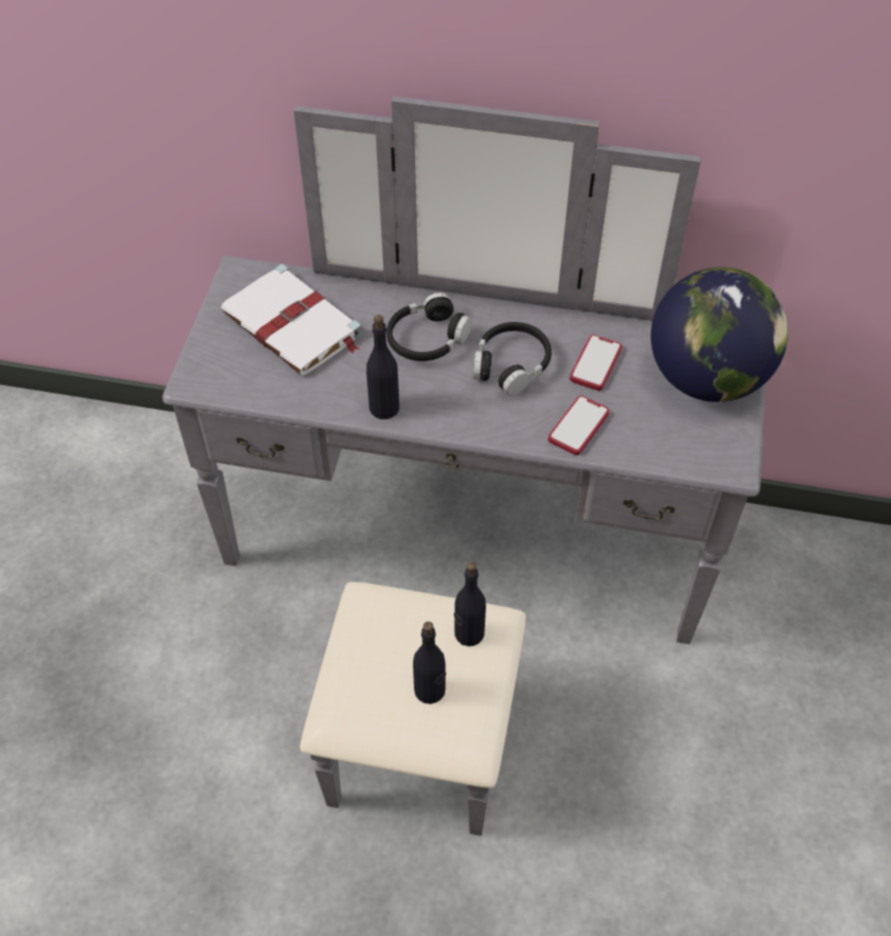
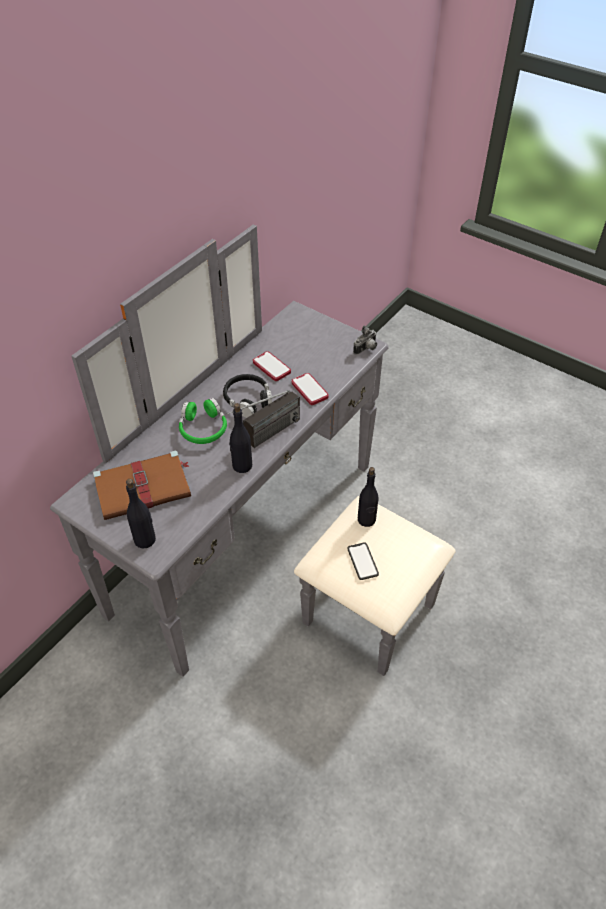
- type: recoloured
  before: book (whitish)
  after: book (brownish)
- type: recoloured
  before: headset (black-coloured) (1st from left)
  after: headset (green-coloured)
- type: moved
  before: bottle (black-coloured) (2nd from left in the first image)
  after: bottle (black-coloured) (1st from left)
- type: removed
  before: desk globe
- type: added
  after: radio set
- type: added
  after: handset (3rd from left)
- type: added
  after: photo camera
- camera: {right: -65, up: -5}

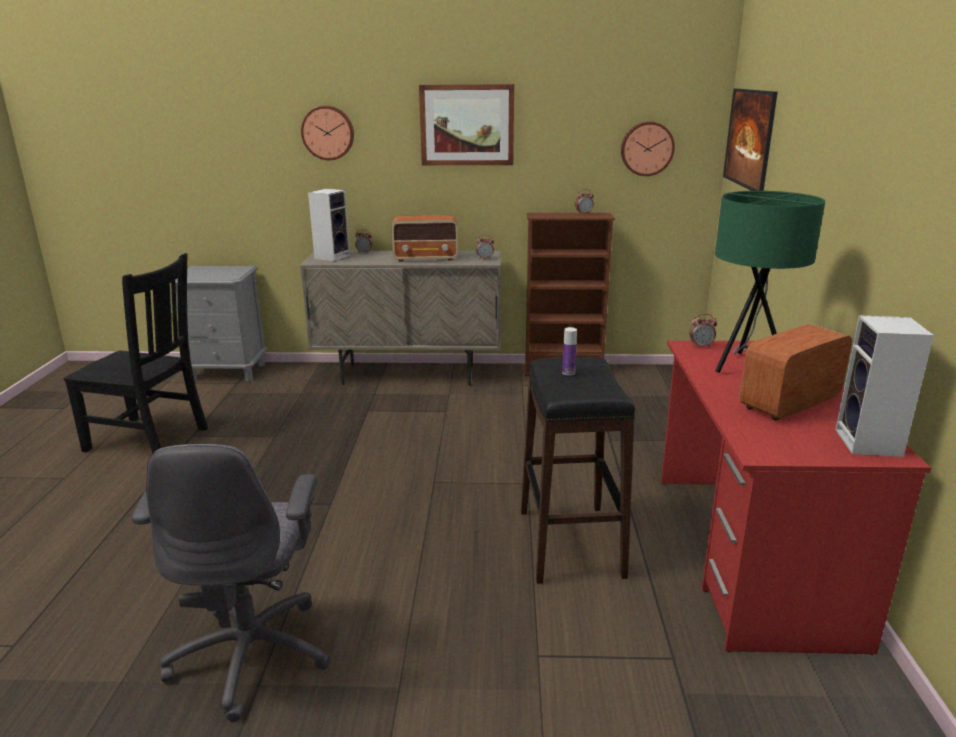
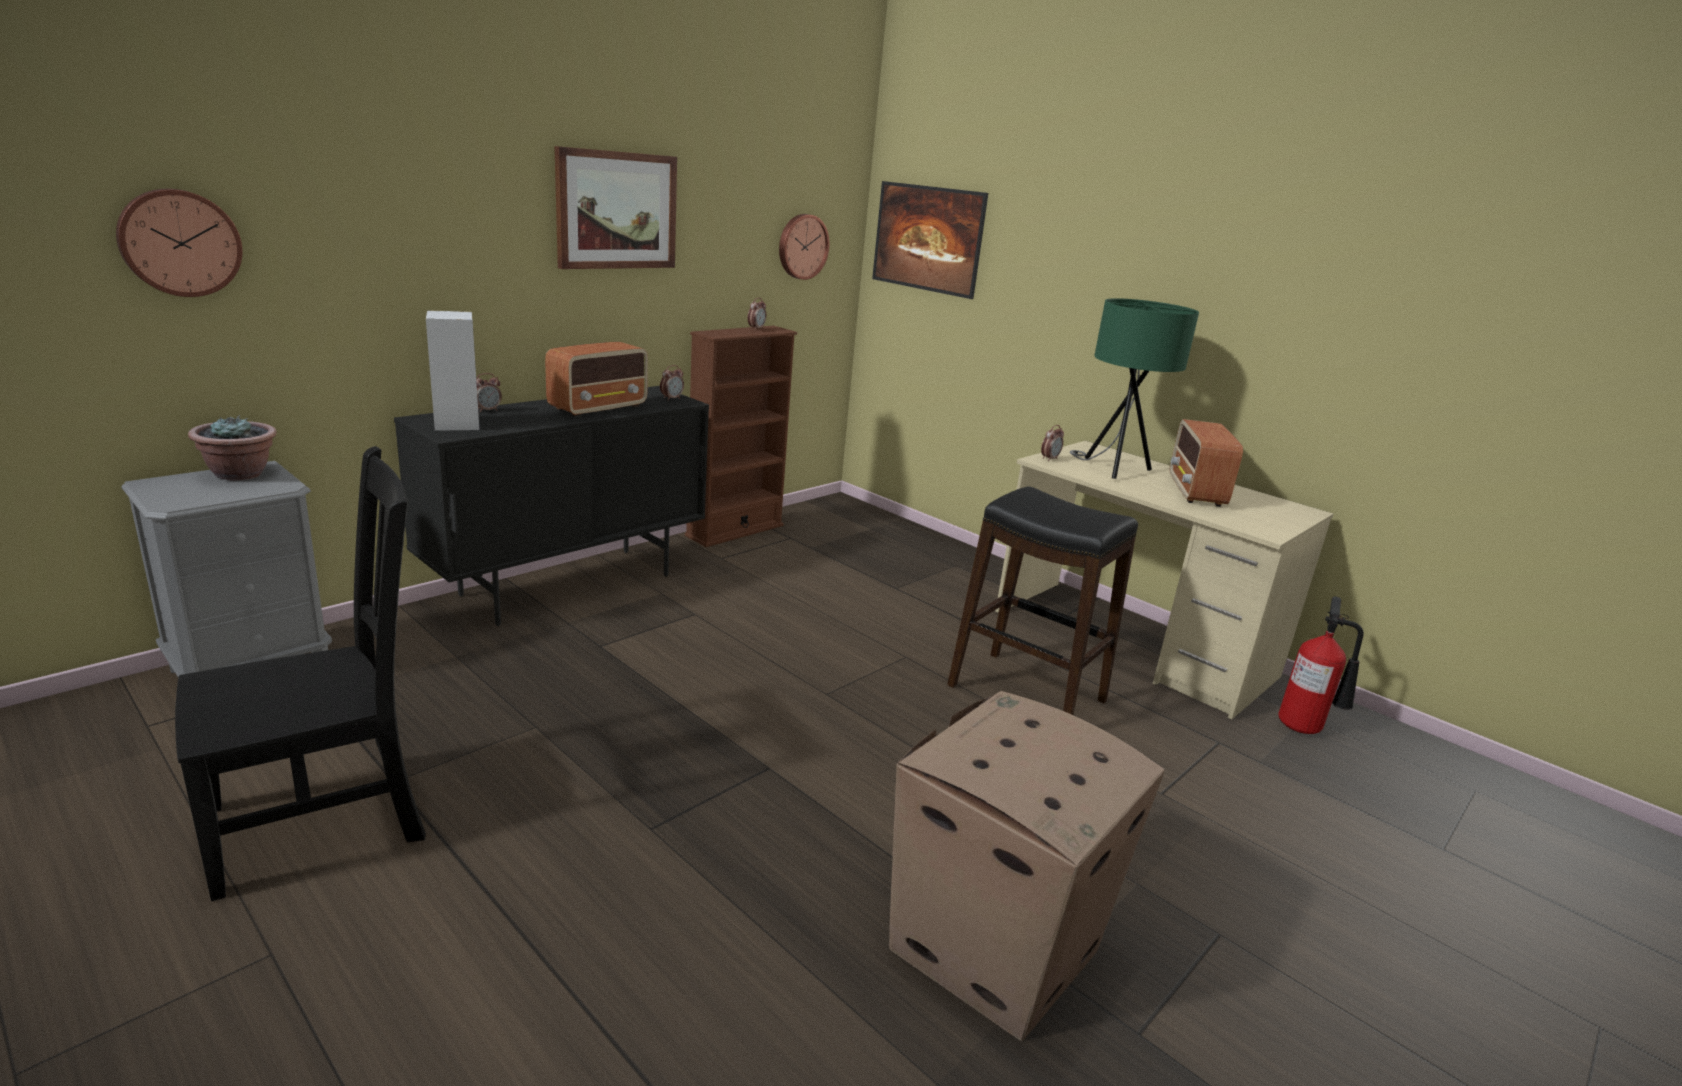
- type: replaced
  before: desk chair (gray)
  after: packing box
- type: recoloured
  before: cupboard (beige)
  after: cupboard (black-coloured)
- type: moved
  before: clock on the wall (1st from left)
- type: removed
  before: bottle
- type: recoloured
  before: desk table (red)
  after: desk table (beige)
- type: removed
  before: speaker (2nd from left)
- type: added
  after: plant in a pot
- type: added
  after: fire extinguisher
- camera: {right: -50, up: 0}

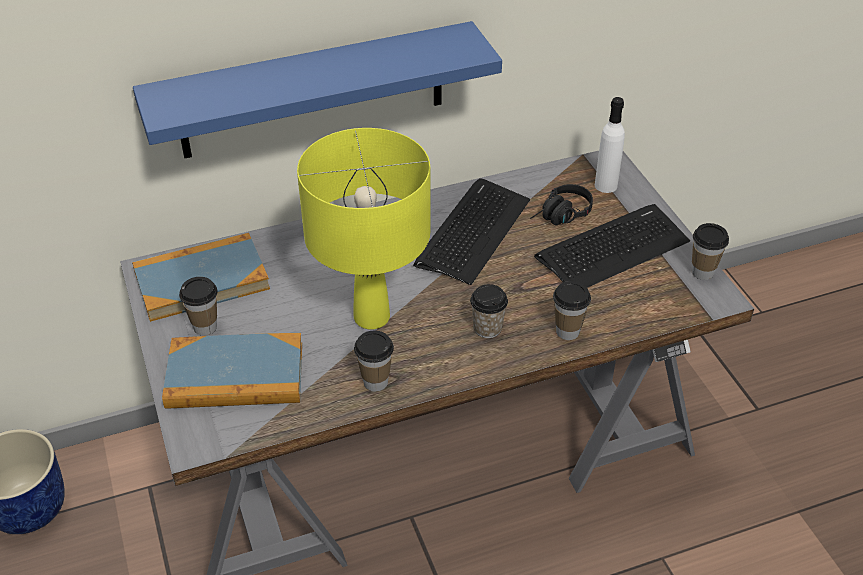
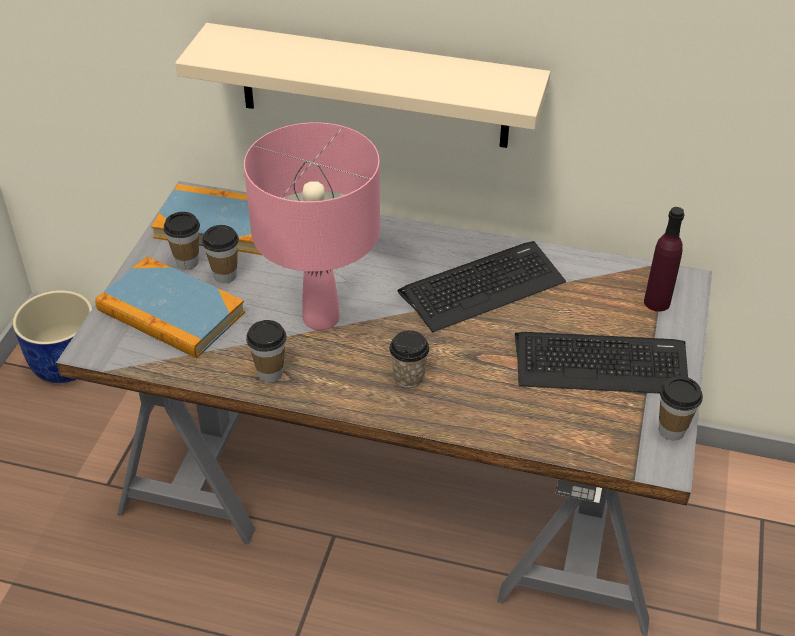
- type: recoloured
  before: shelf (blue)
  after: shelf (beige)
- type: recoloured
  before: lamp for a table (yellowish)
  after: lamp for a table (pinkish)
- type: removed
  before: headset (black-coloured)
- type: moved
  before: small cup (4th from left in the first image)
  after: small cup (2nd from left)
- type: recoloured
  before: bottle (whitish)
  after: bottle (purplish)
- camera: {right: 35, up: 0}

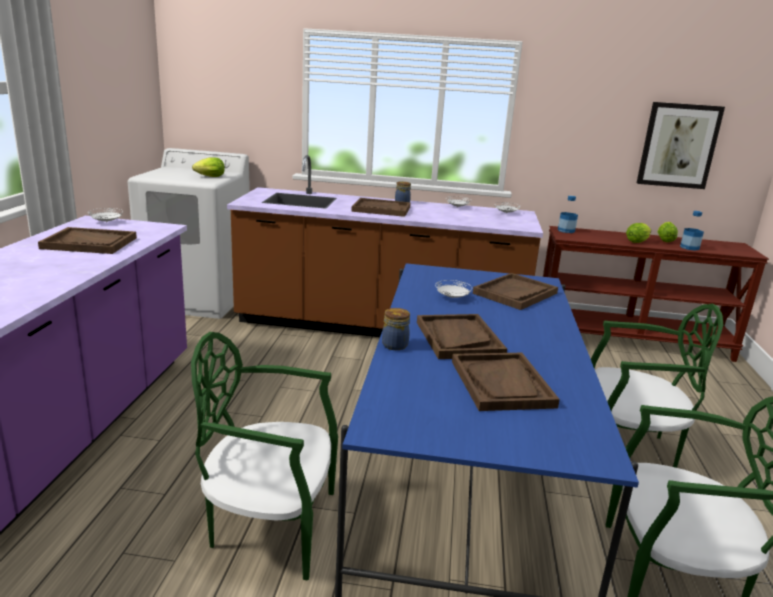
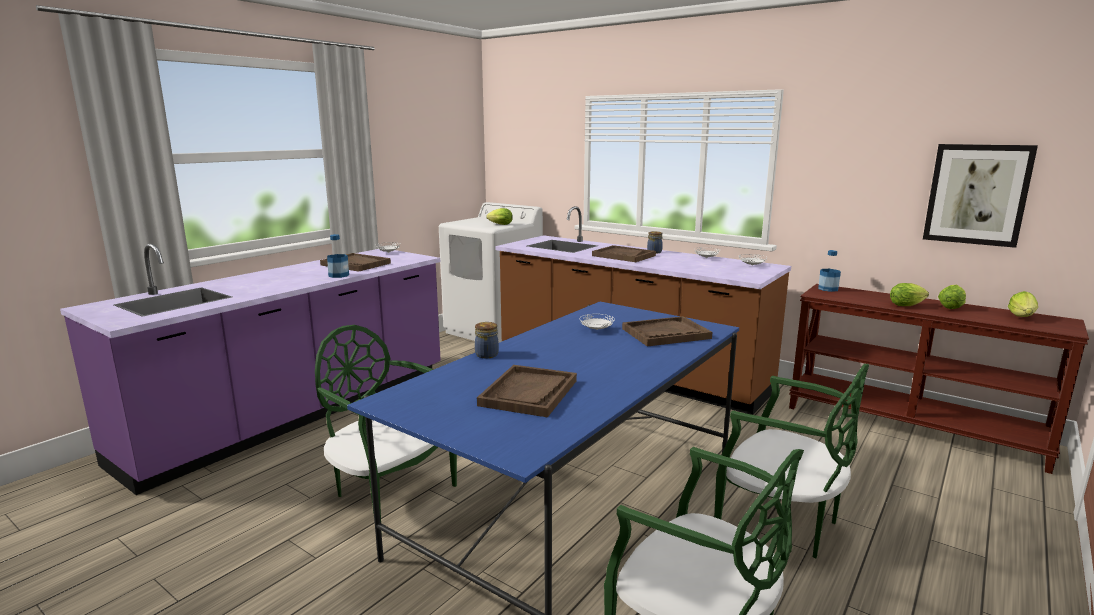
- type: removed
  before: tray (brownish) (3rd from left)
- type: moved
  before: bottle (2nd from left in the first image)
  after: bottle (1st from left)
- type: added
  after: head of lettuce (4th from left)
- camera: {right: 30, up: -5}

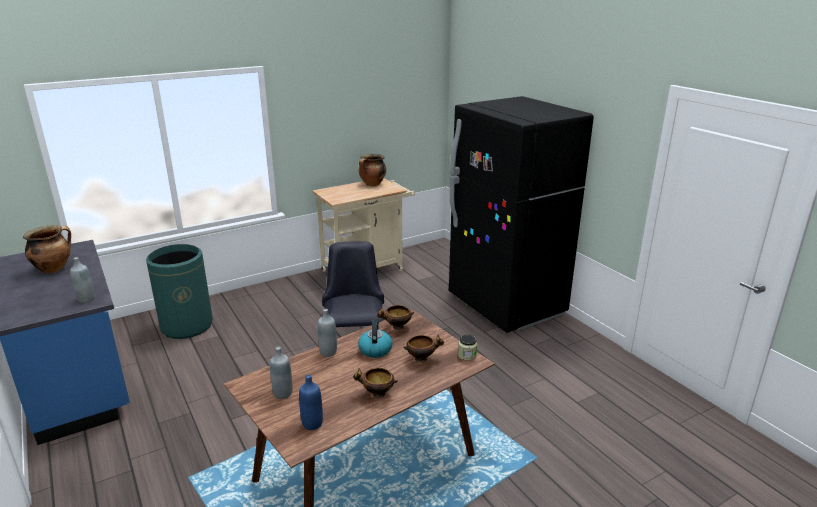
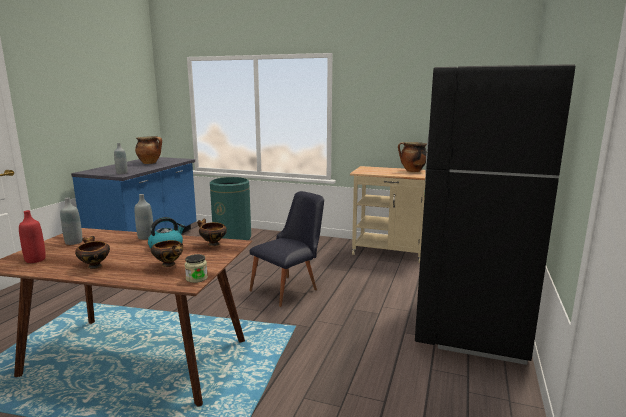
- type: recoloured
  before: bottle (blue)
  after: bottle (red)
- camera: {right: 50, up: -10}

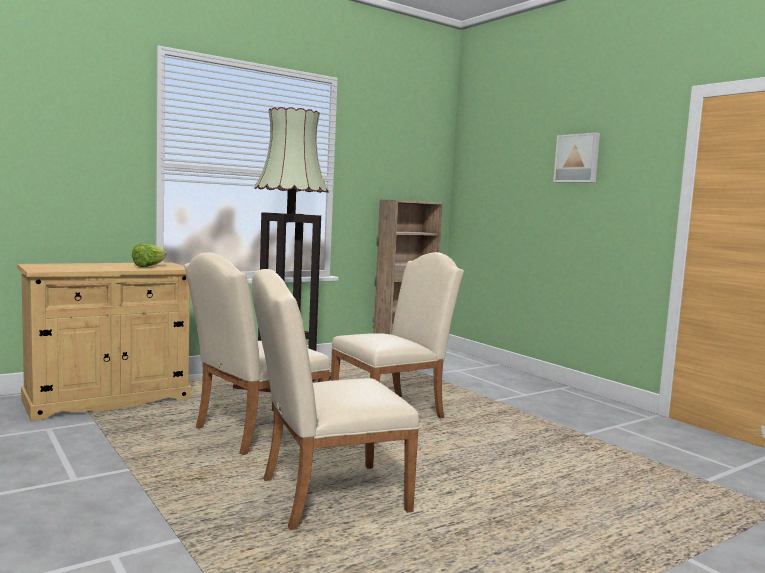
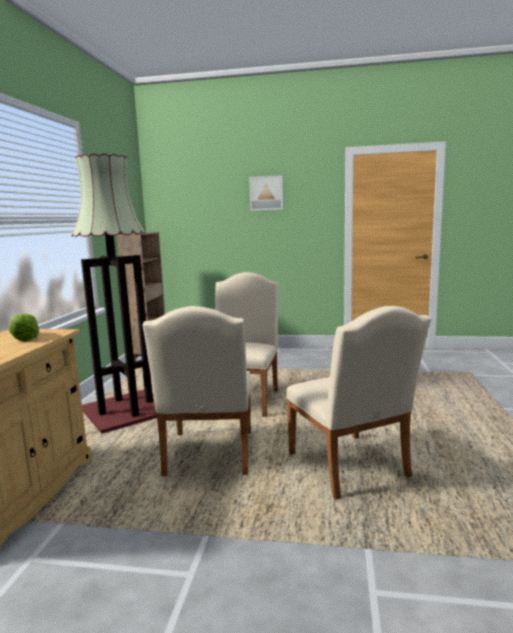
- type: turned
  before: chair (beige) (2nd from left in the first image)
  turn: -45
- camera: {right: -45, up: 5}

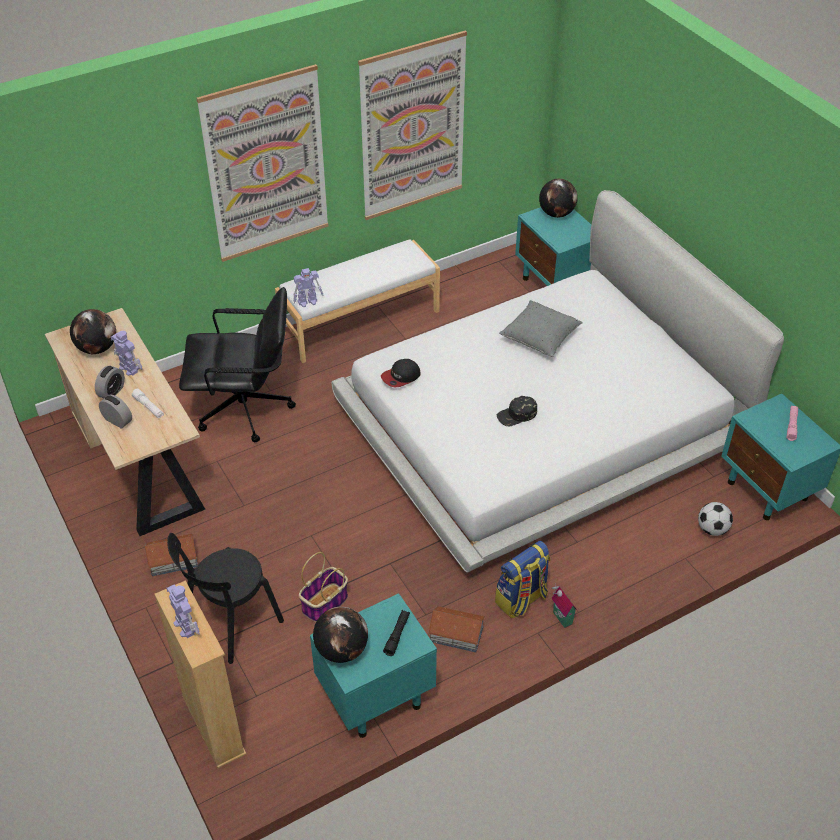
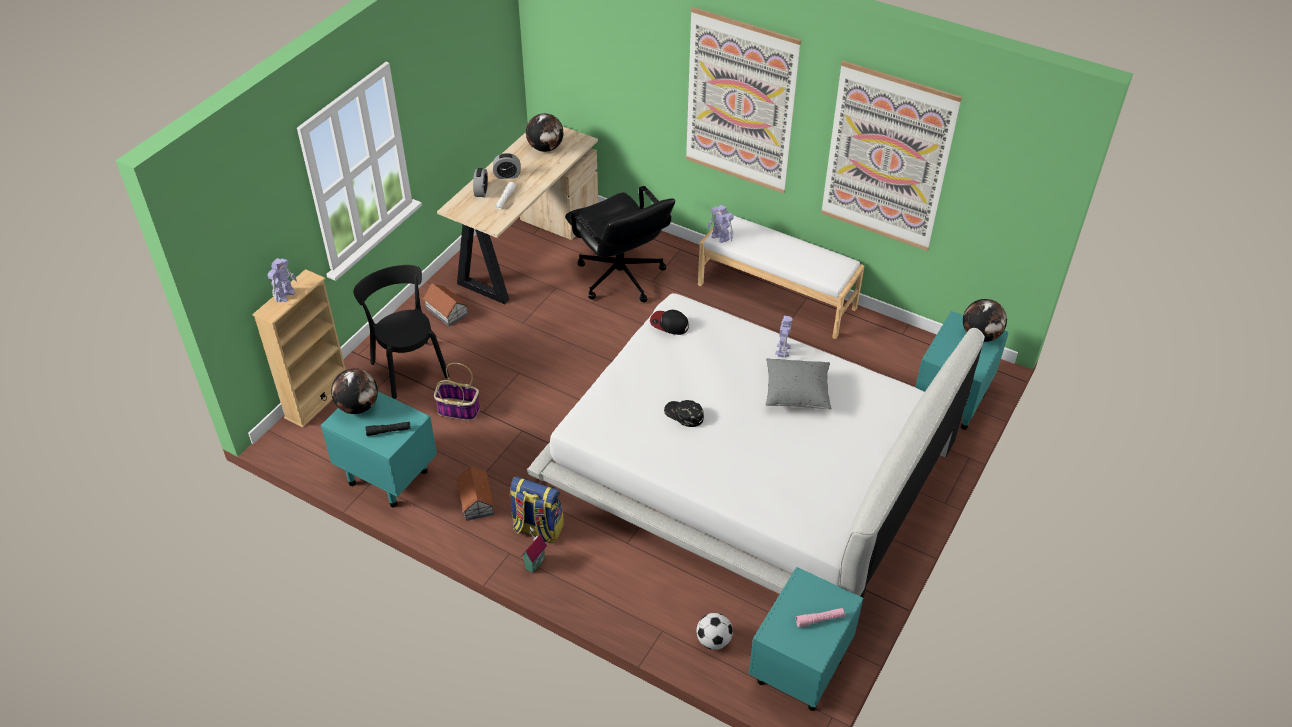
- type: moved
  before: robot figure (1st from left in the first image)
  after: robot figure (3rd from left)
- type: turned
  before: chair (black-coloured)
  turn: 45
- camera: {right: 60, up: 0}

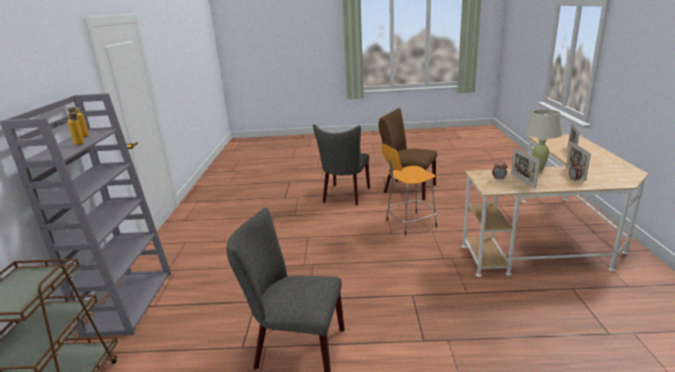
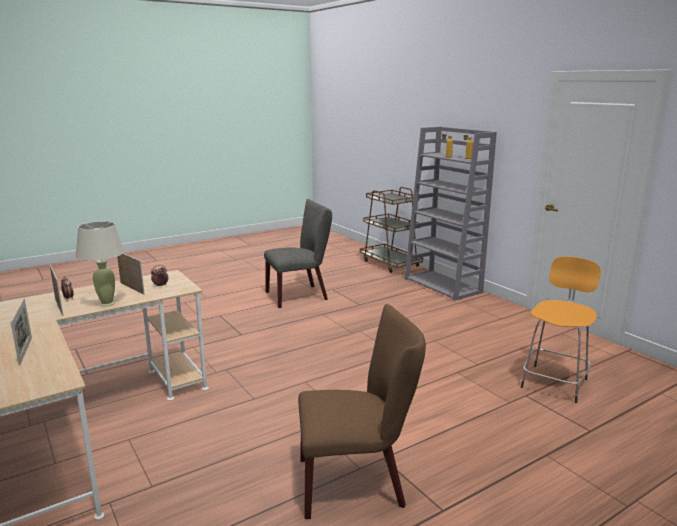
- type: removed
  before: chair (gray) (2nd from left)
- type: moved
  before: stool (orangey)
- camera: {right: 145, up: -5}

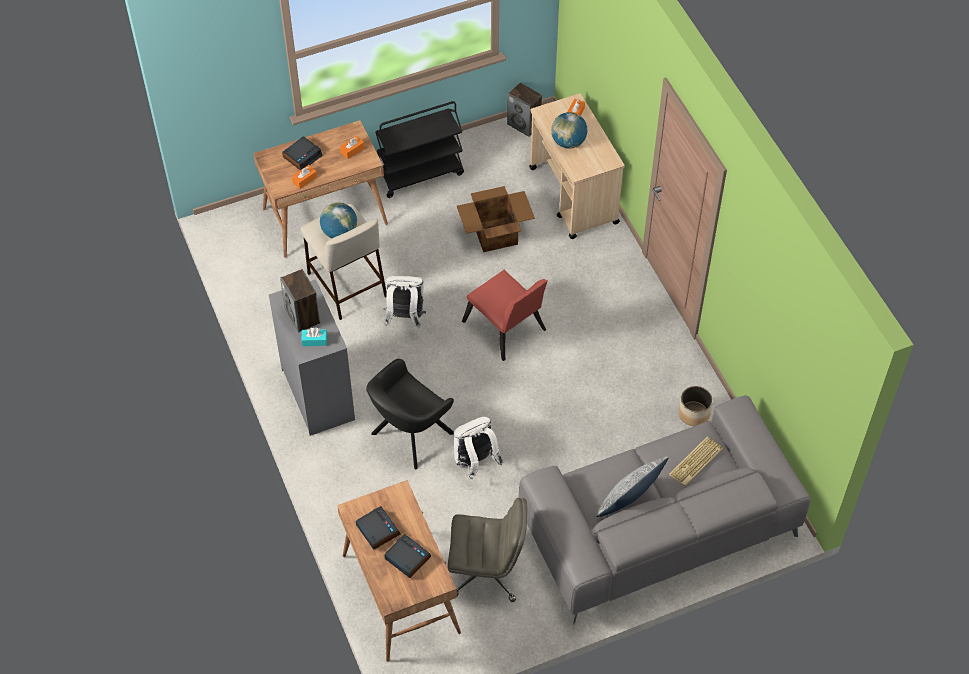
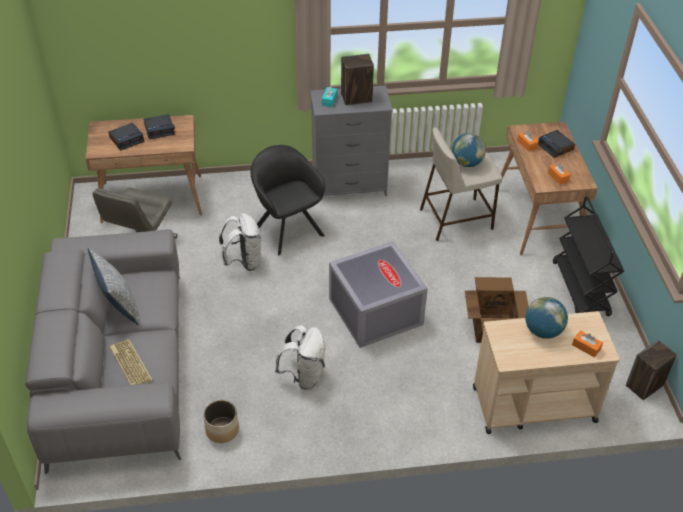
- type: moved
  before: knapsack (whitish) (1st from left in the first image)
  after: knapsack (whitish) (2nd from left)
- type: replaced
  before: chair (red)
  after: storage container (gray)
- camera: {right: 105, up: -10}

